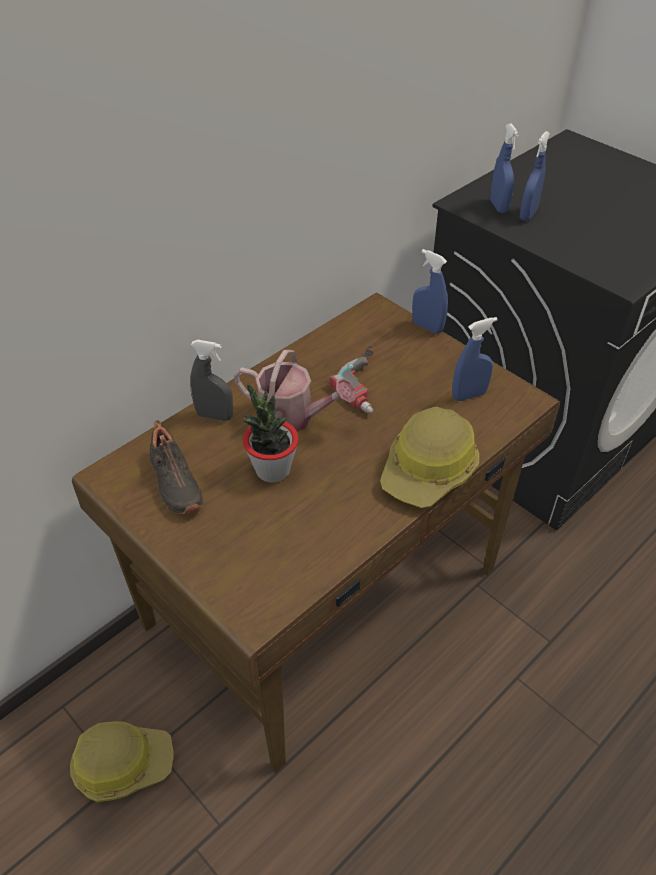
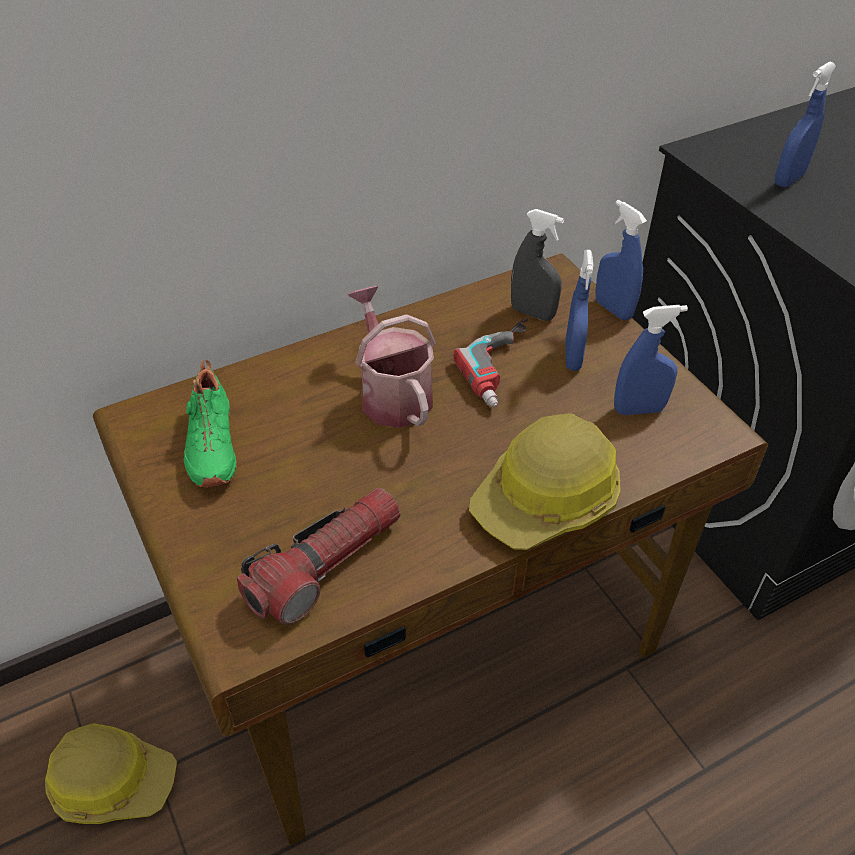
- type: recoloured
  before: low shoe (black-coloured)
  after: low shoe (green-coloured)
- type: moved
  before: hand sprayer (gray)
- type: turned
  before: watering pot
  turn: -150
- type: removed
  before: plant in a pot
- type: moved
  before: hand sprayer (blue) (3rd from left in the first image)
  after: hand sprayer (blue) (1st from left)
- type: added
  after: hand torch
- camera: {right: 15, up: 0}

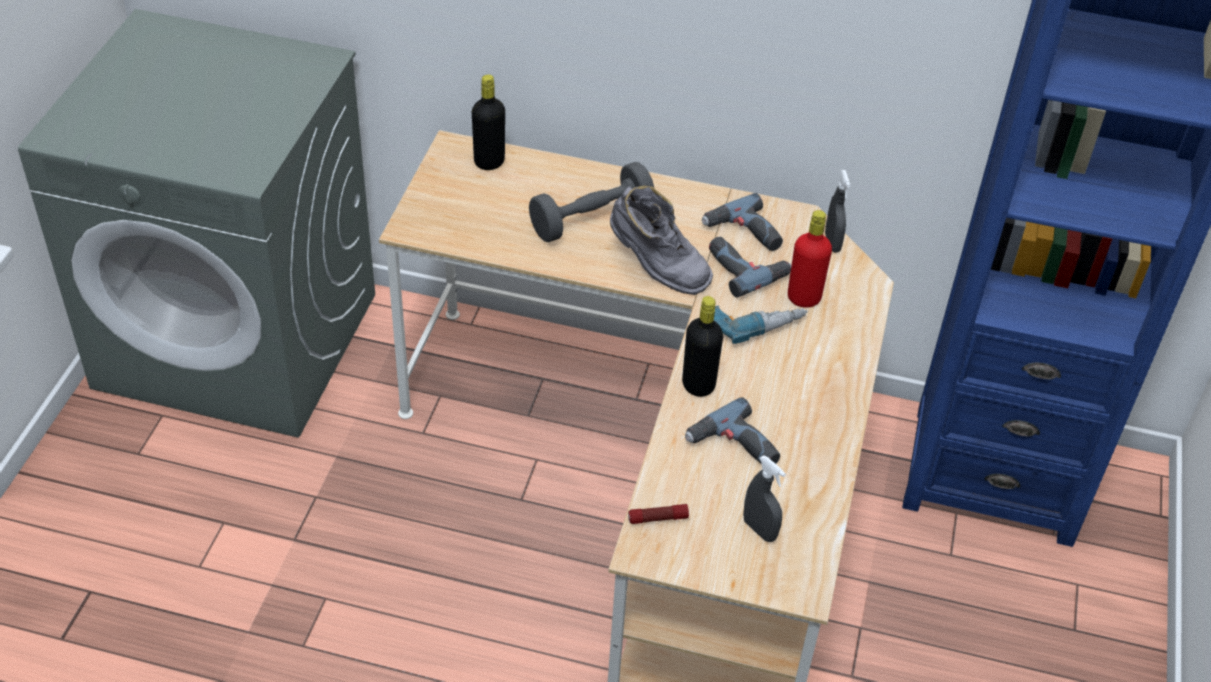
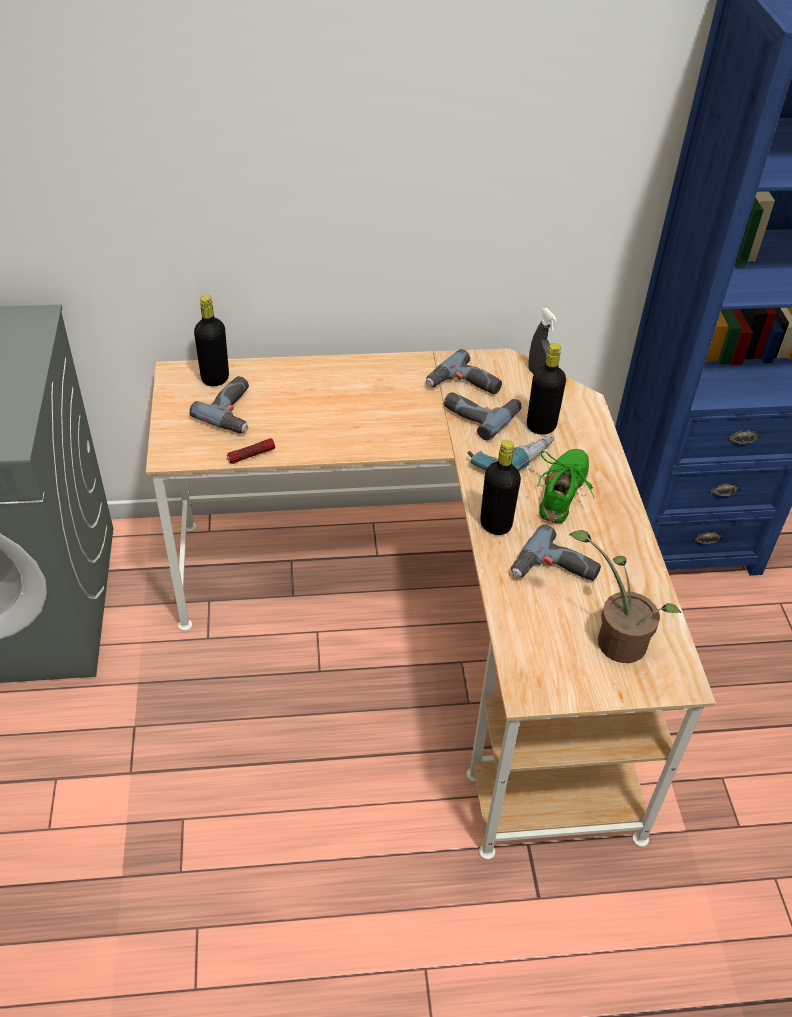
- type: removed
  before: dumbbell (gray)
- type: removed
  before: tall boot (gray)
- type: moved
  before: hand torch
- type: replaced
  before: hand sprayer (gray) (1st from left)
  after: plant in a pot
- type: recoloured
  before: bottle (red)
  after: bottle (black-coloured) (3rd from left)
- type: added
  after: drill (1st from left)
- type: added
  after: low shoe (green-coloured)
- camera: {right: -20, up: 0}

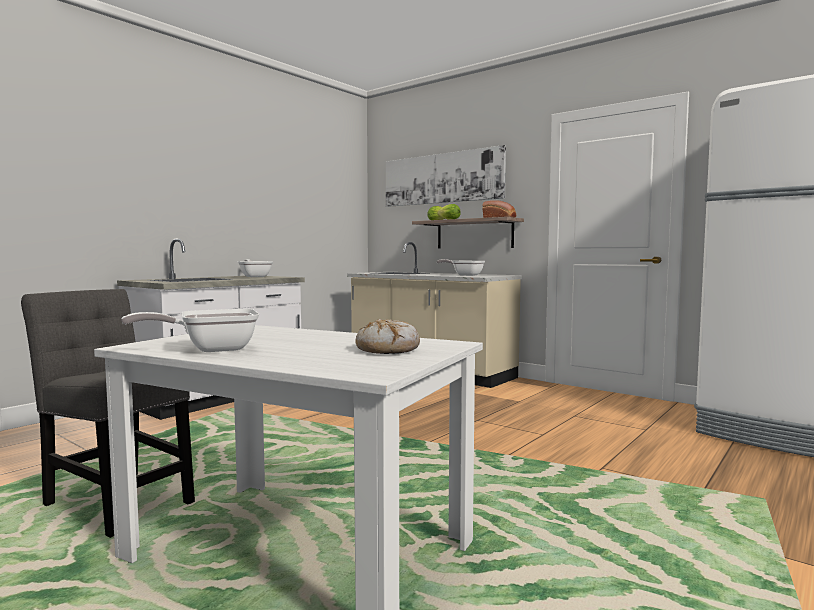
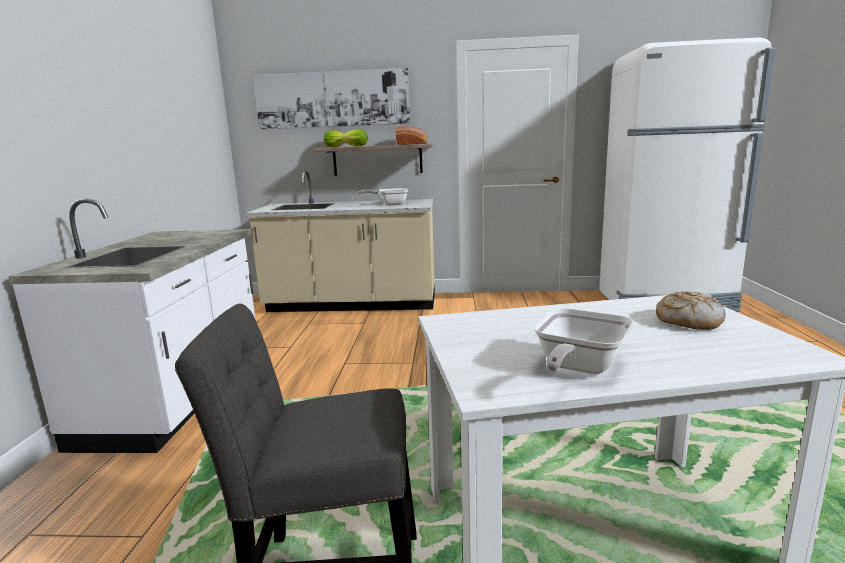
- type: removed
  before: frying pan (2nd from left)
- camera: {right: -35, up: 10}

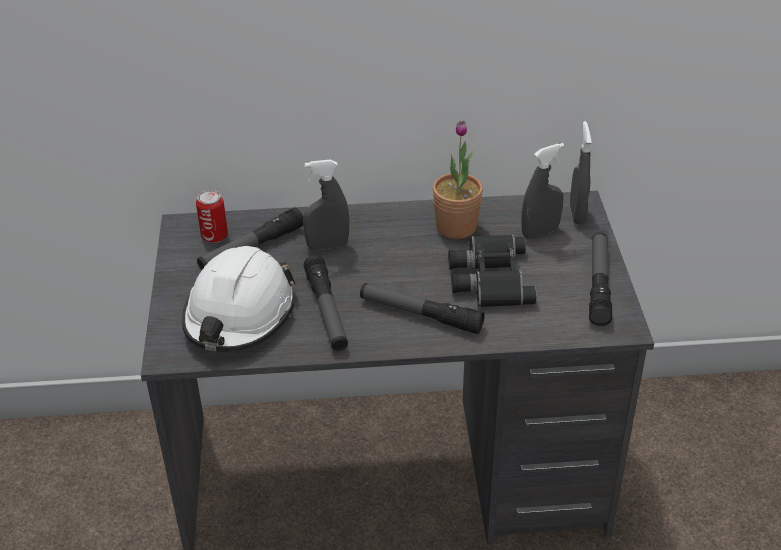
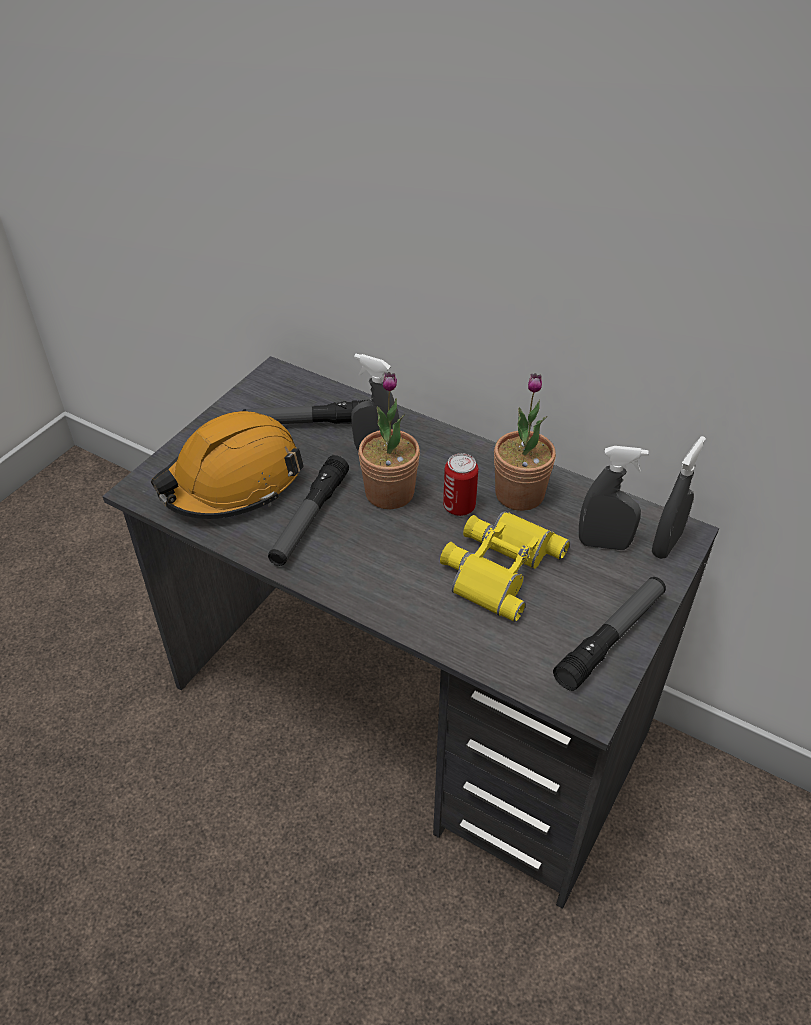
- type: recoloured
  before: safety helmet (whitish)
  after: safety helmet (orangey)
- type: moved
  before: sealed can
- type: removed
  before: hand torch (3rd from left)
- type: recoloured
  before: binoculars (black-coloured)
  after: binoculars (yellowish)
- type: added
  after: plant in a pot (1st from left)
- camera: {right: 35, up: 5}

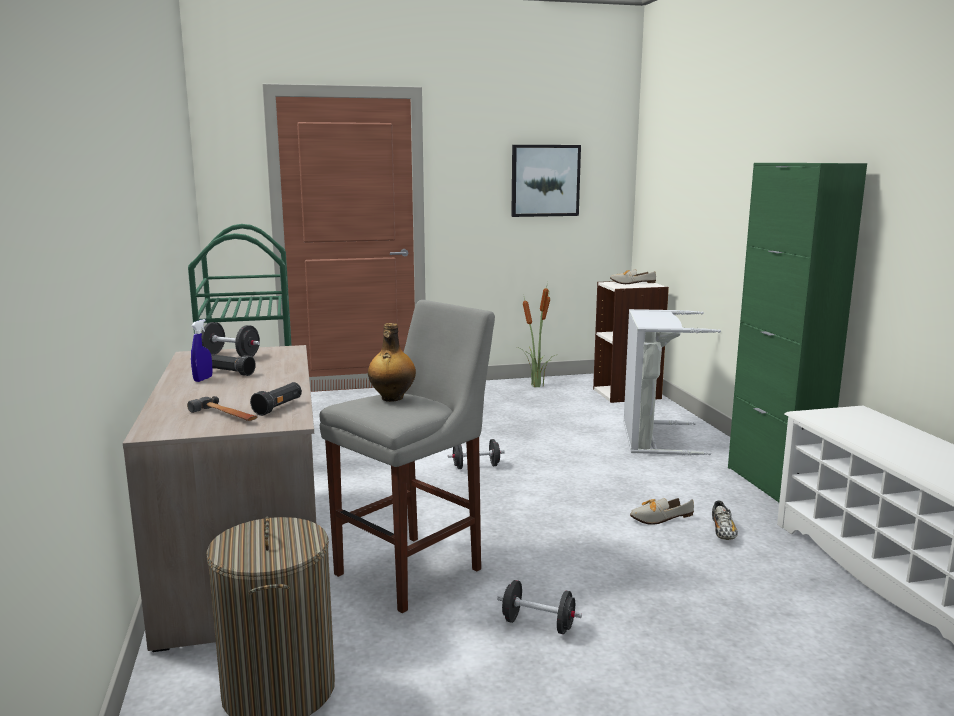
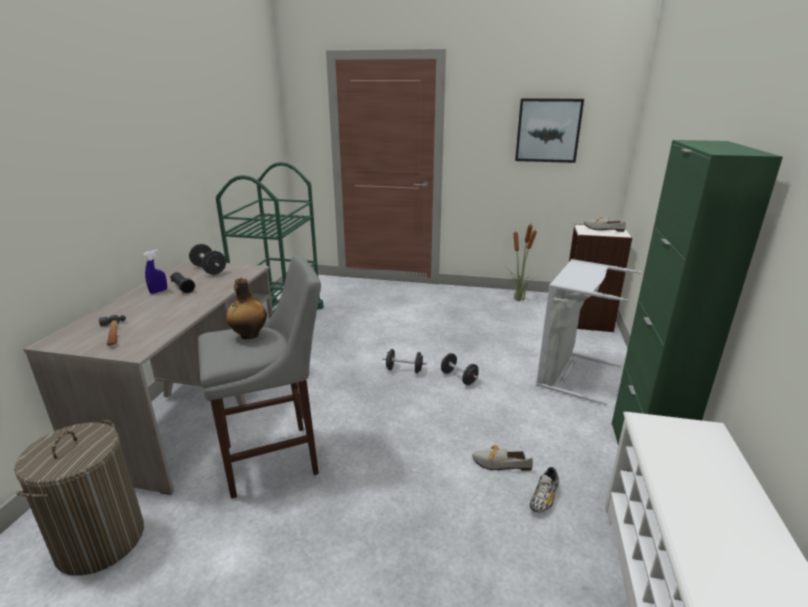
- type: removed
  before: hand torch (black-coloured) (2nd from left)
- type: moved
  before: dumbbell (black-coloured) (3rd from left)
- camera: {right: 25, up: 10}

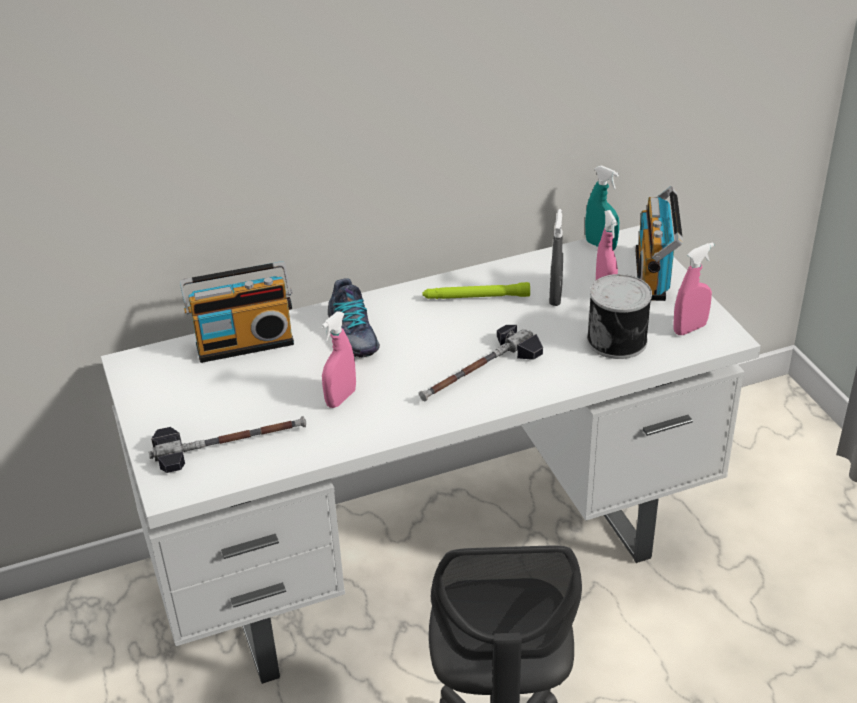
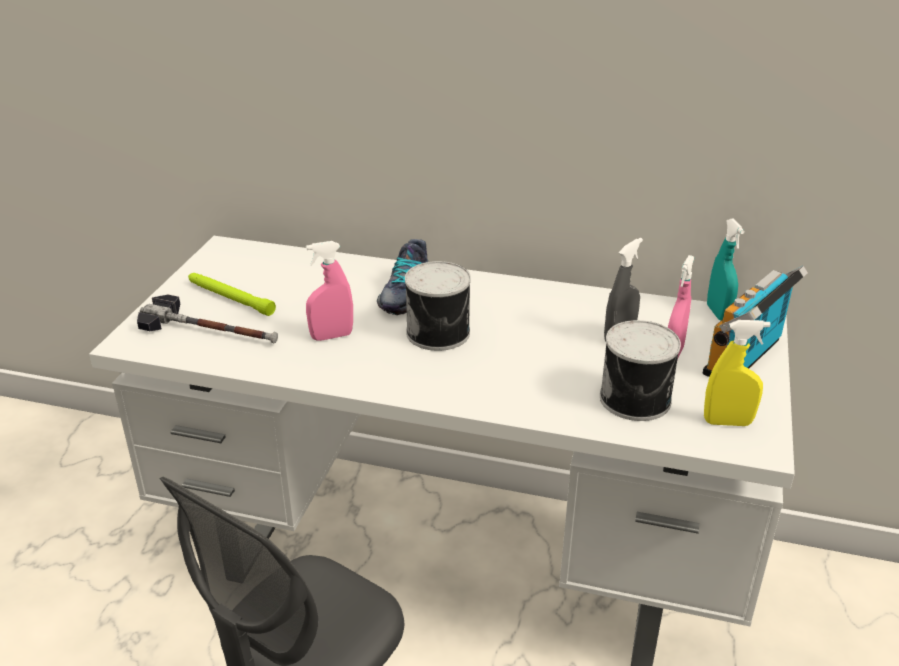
- type: removed
  before: radio set (1st from left)
- type: removed
  before: hand hammer (2nd from left)
- type: moved
  before: hand torch (green-coloured)
- type: recoloured
  before: hand sprayer (pinkish) (3rd from left)
  after: hand sprayer (yellowish)
- type: added
  after: sealed can (1st from left)
- camera: {right: 35, up: -5}

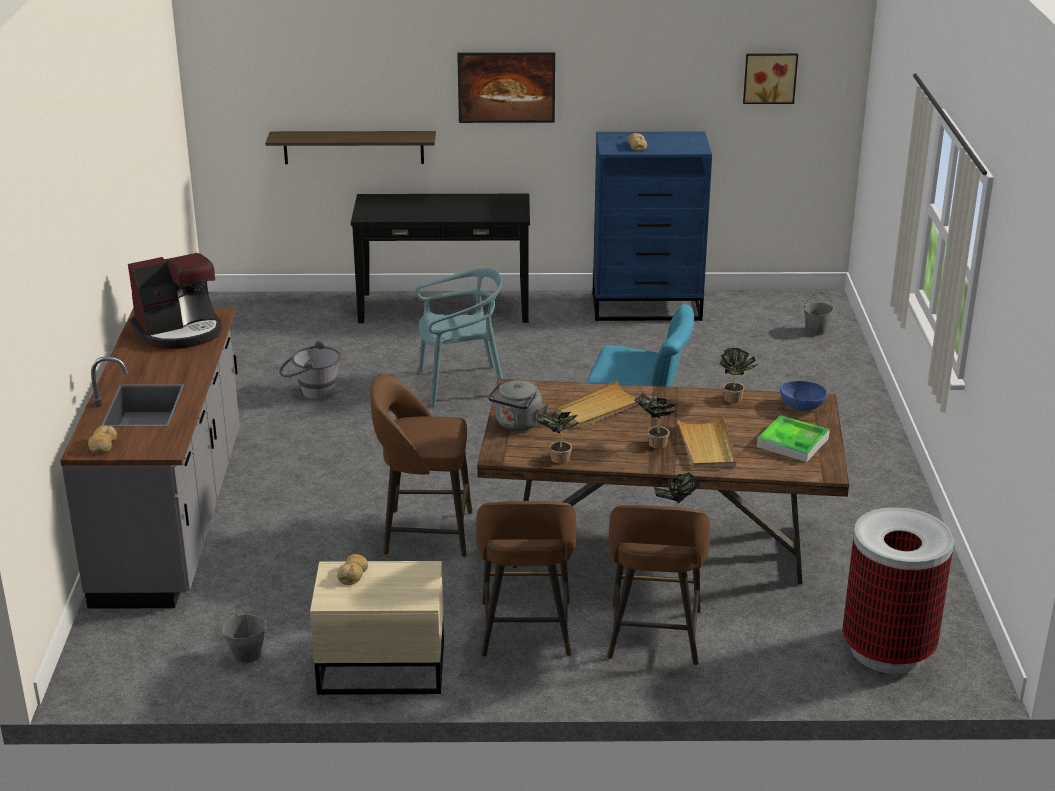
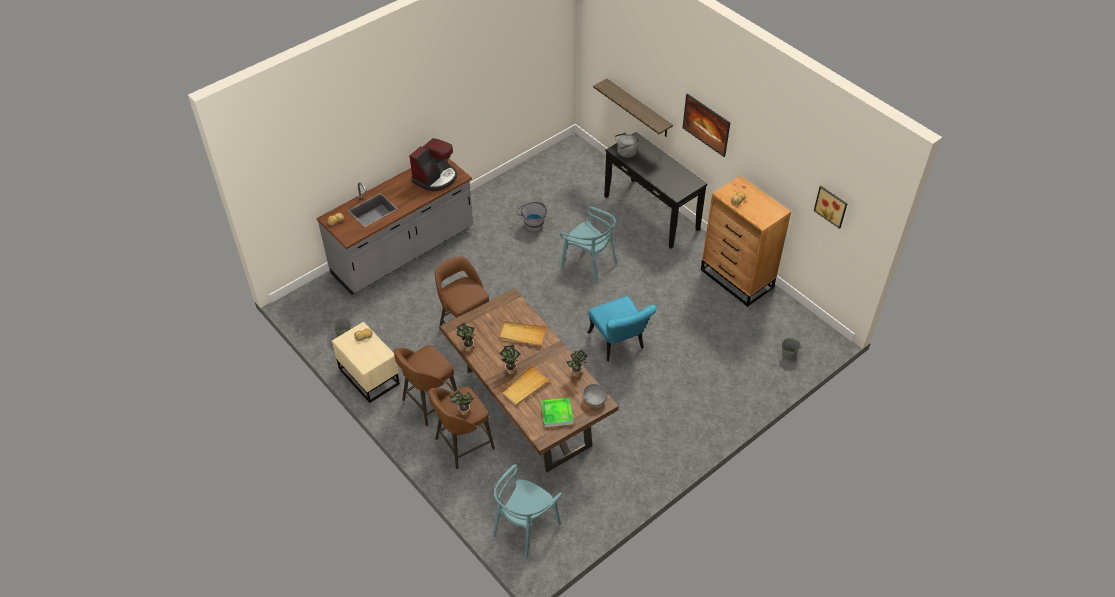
- type: turned
  before: coffee brewer
  turn: -75
- type: moved
  before: tea kettle (gray)
- type: recoloured
  before: chest of drawers (blue)
  after: chest of drawers (brownish)
- type: recoloured
  before: deep dish (blue)
  after: deep dish (gray)
- type: replaced
  before: rubbish bin
  after: chair (turquoise) (1st from left)
- camera: {right: 50, up: 20}

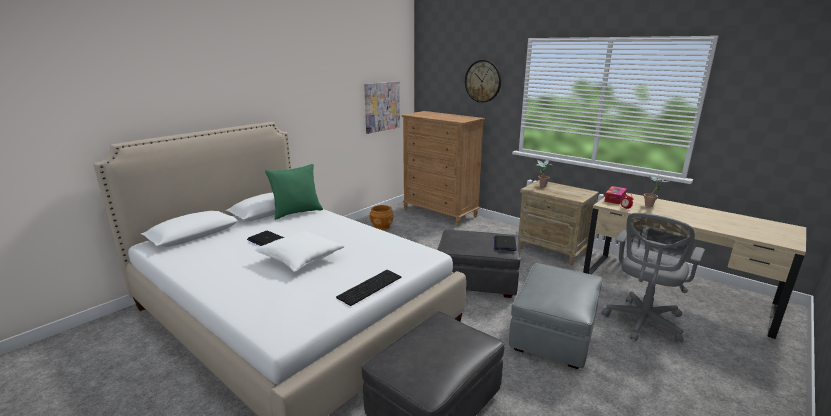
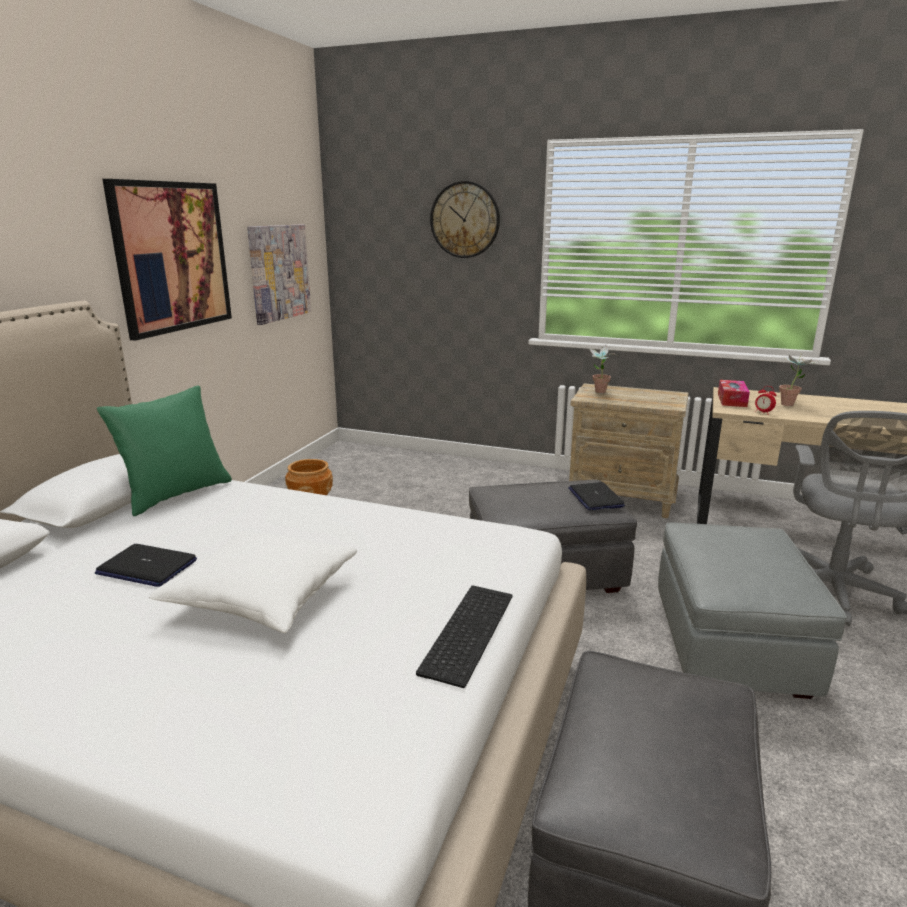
- type: removed
  before: chest of drawers (brownish)
- type: added
  after: wall picture (1st from left)
- camera: {right: -20, up: 0}

